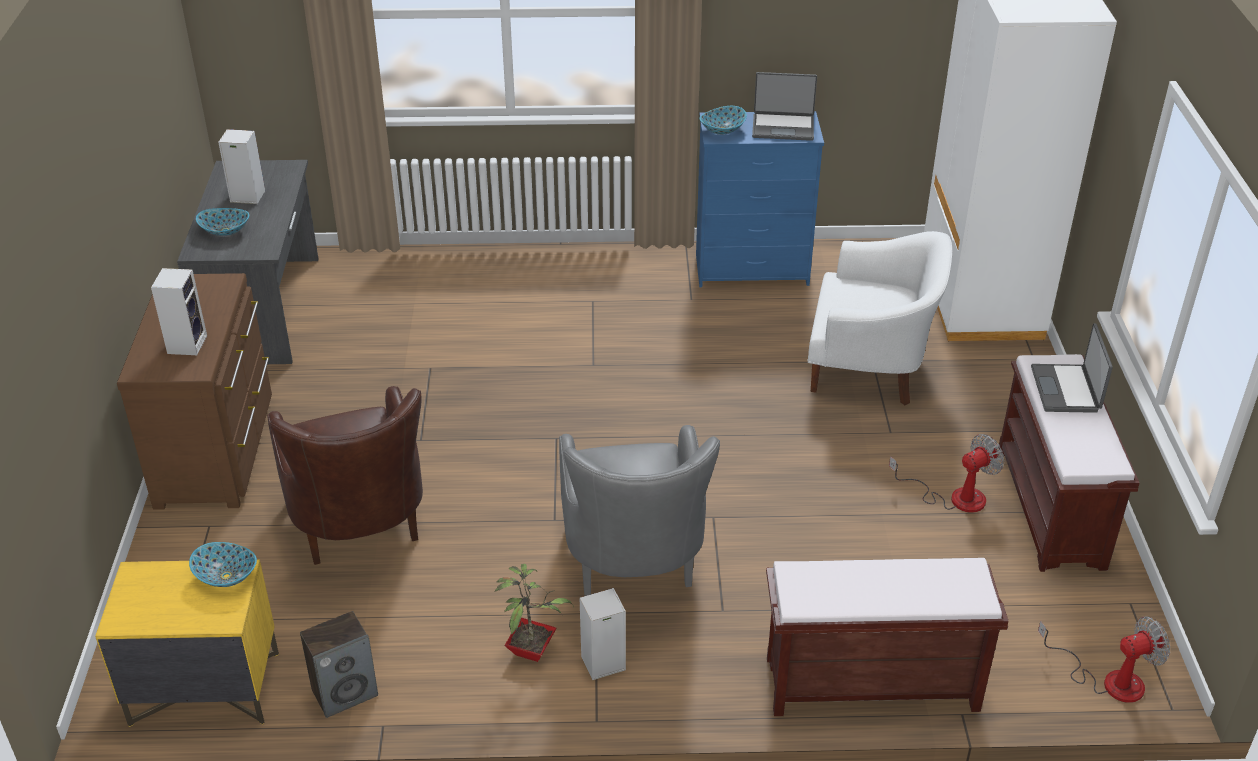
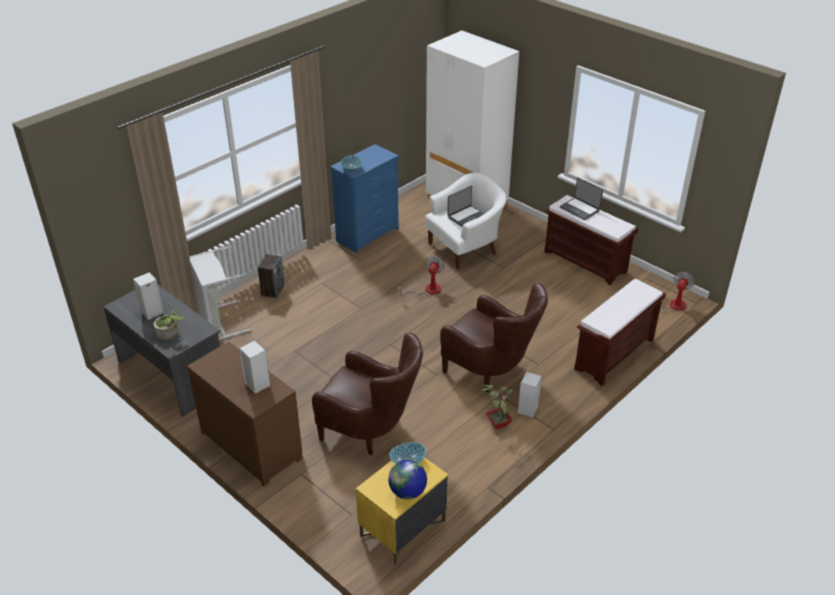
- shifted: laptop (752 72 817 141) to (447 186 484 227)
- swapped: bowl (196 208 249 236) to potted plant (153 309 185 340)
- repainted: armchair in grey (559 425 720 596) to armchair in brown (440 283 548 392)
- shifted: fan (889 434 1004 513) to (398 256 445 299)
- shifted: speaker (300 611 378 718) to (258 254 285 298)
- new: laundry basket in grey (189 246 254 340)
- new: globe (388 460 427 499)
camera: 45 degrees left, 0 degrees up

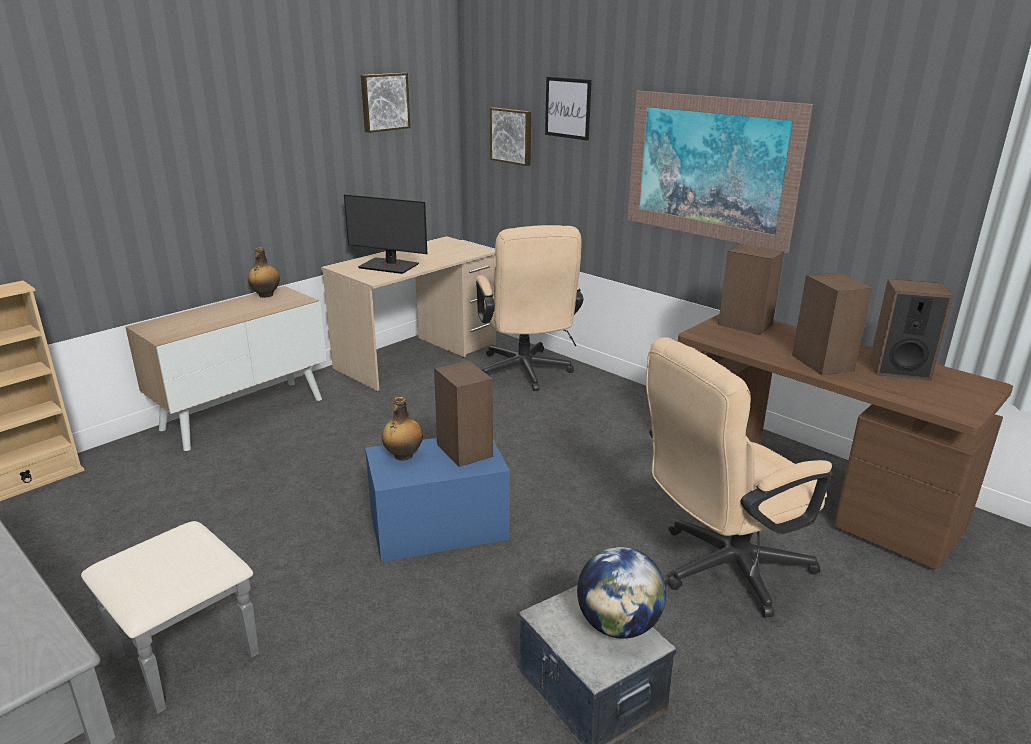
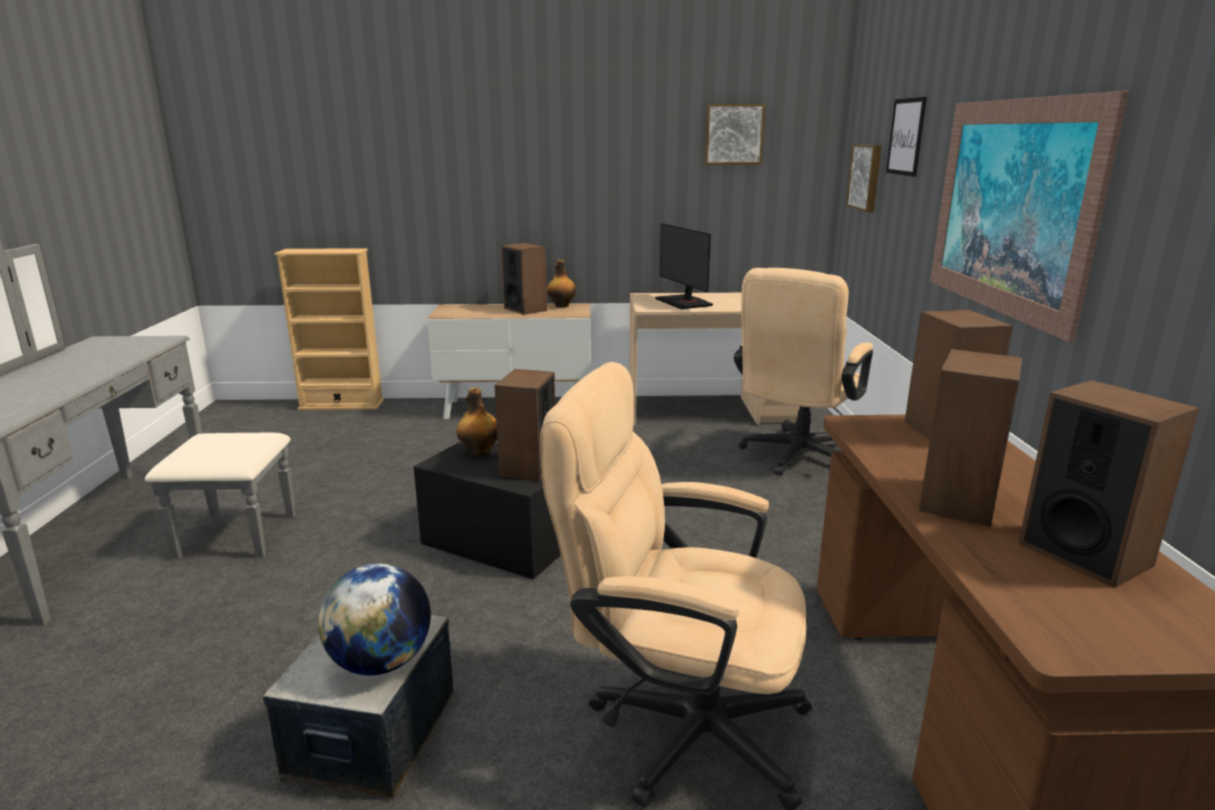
- repainted: storage box in blue (365 438 510 562) to storage box in black (414 442 561 579)
- new: speaker (501 243 547 315)
camera: 45 degrees right, 5 degrees down

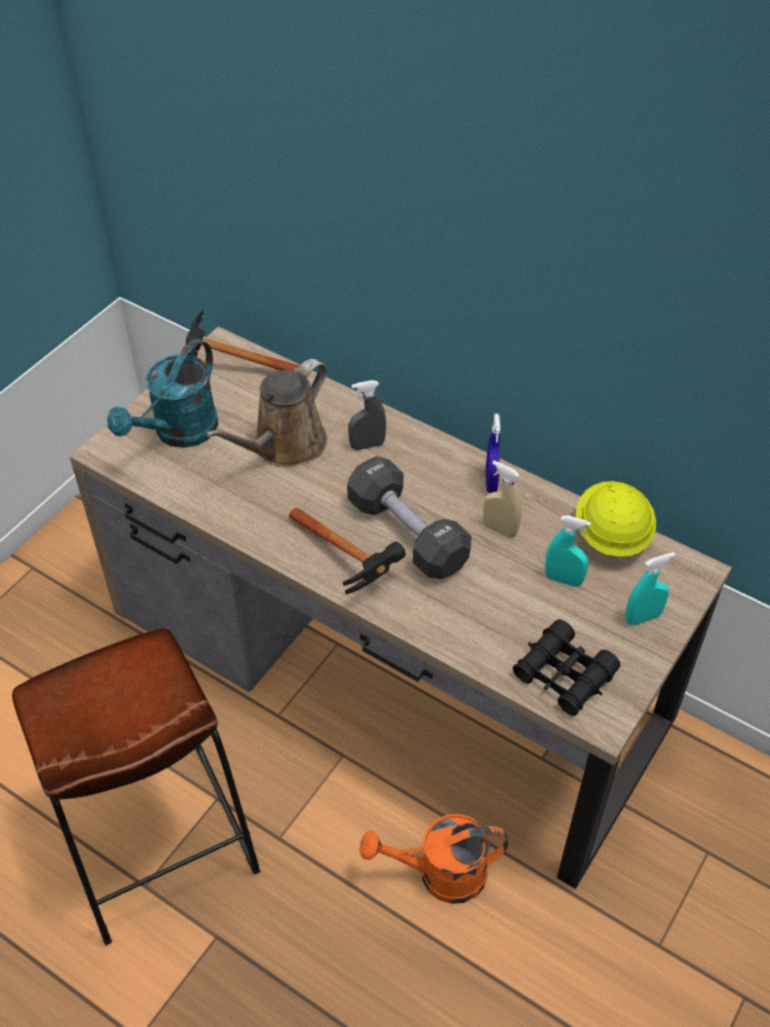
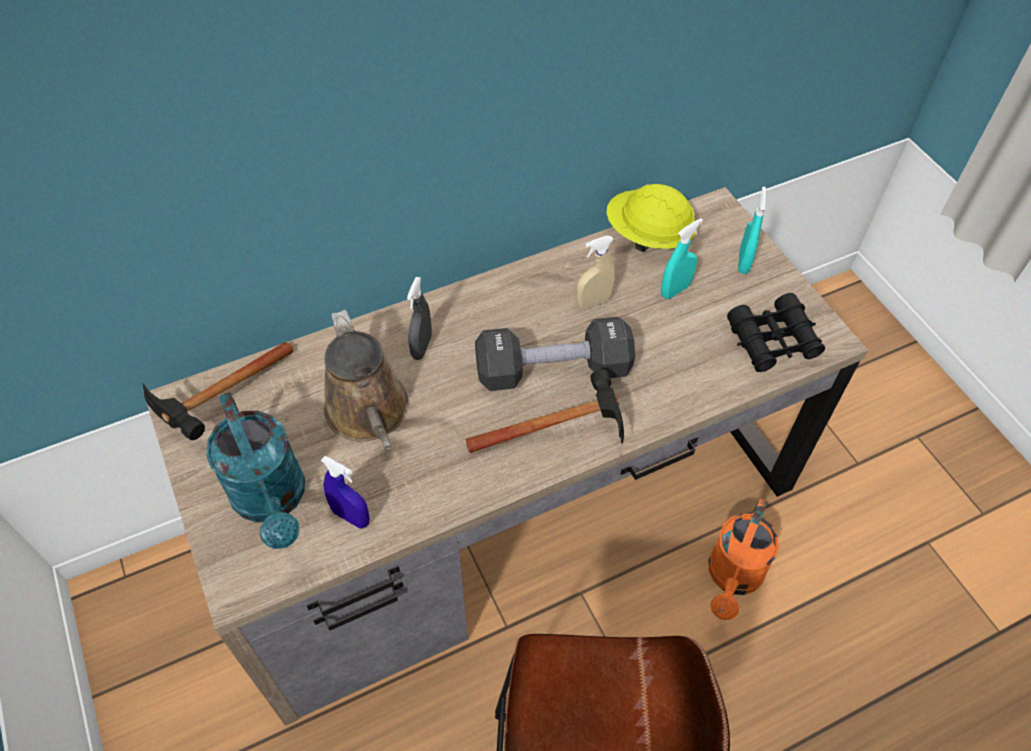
- shifted: spray bottle in blue (485 414 501 493) to (321 456 370 529)
camera: 60 degrees left, 5 degrees up

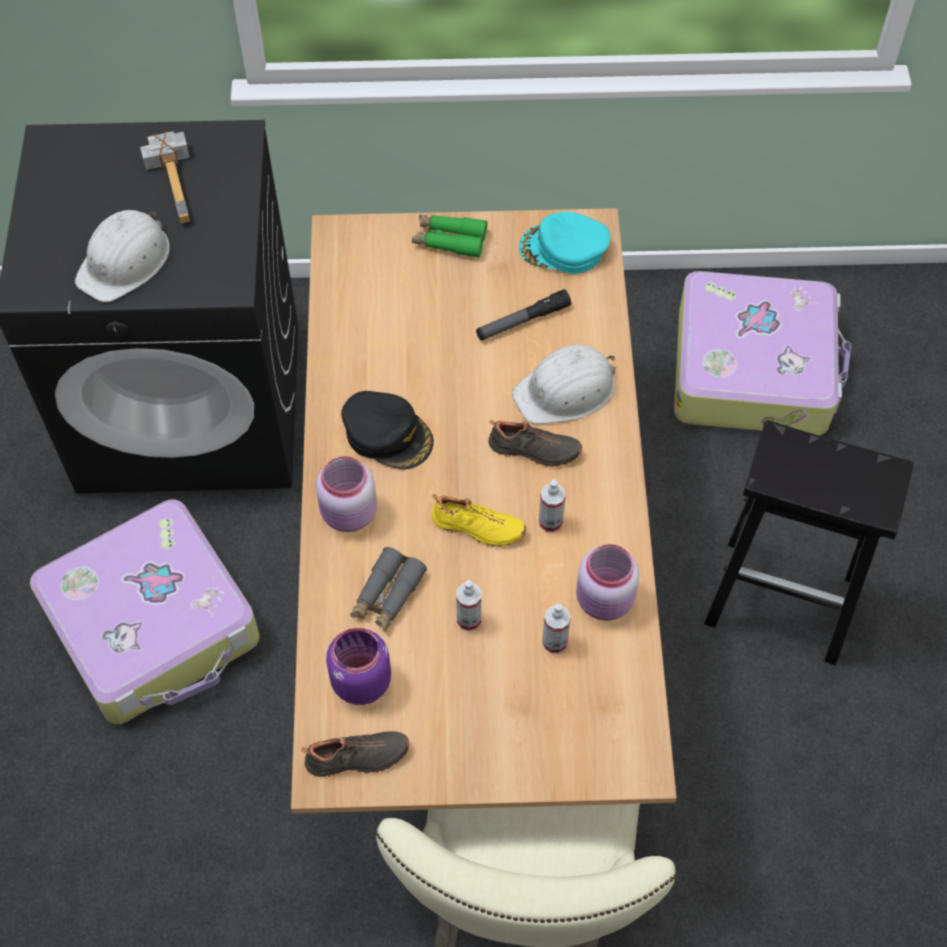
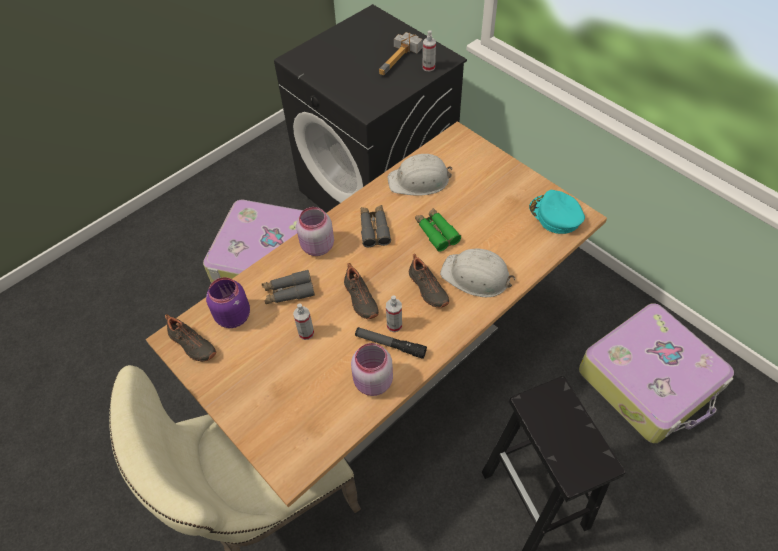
- shifted: hard hat in white (75 210 170 302) to (388 154 452 196)
- shifted: binoculars in green (412 214 487 258) to (415 208 461 251)
- shifted: flashlight (476 289 571 341) to (355 327 427 359)
- swapped: cap in black (341 391 434 470) to binoculars in grey (361 205 391 247)
- repainted: shoe in yellow (431 494 526 547) to shoe in black (344 263 379 319)
- shifted: spray bottle (542 603 571 654) to (422 30 436 71)
camera: 50 degrees right, 5 degrees down

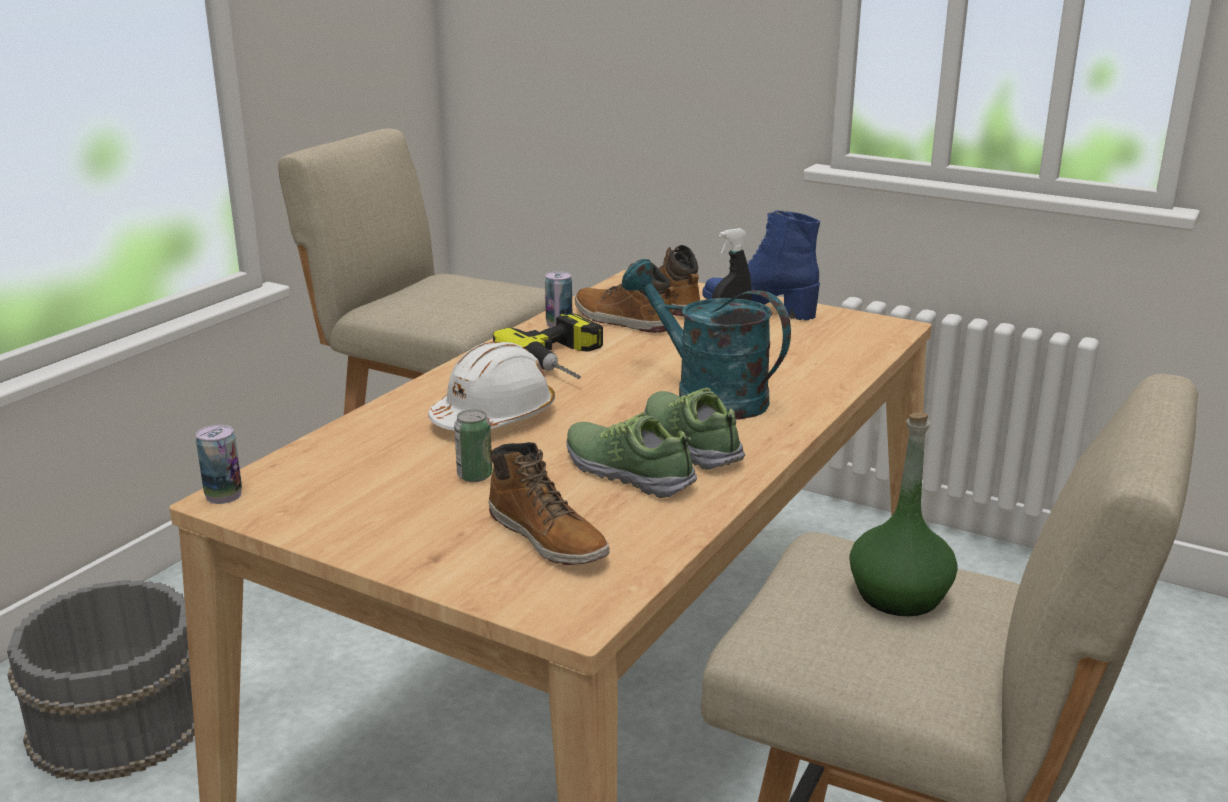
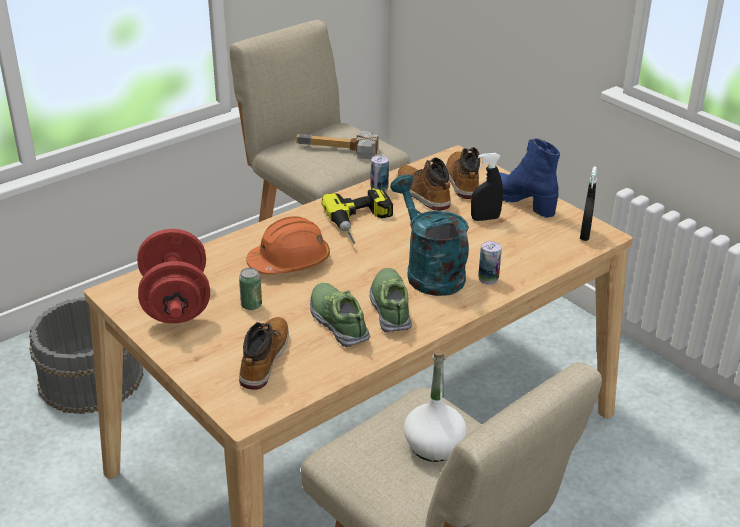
- repainted: hard hat in white (428 342 555 431) to hard hat in orange (246 216 330 274)
- repainted: bottle in green (849 412 958 616) to bottle in white (403 350 467 462)
- shifted: can (196 425 242 504) to (479 241 502 285)
- rotated: boot (489 442 610 565) = (239 317 289 390) 150 degrees counterclockwise
- new: hammer (296 131 379 159)
- new: spray bottle in black (580 166 597 241)
- new: dumbbell in red (137 229 210 323)
camera: 20 degrees right, 10 degrees up

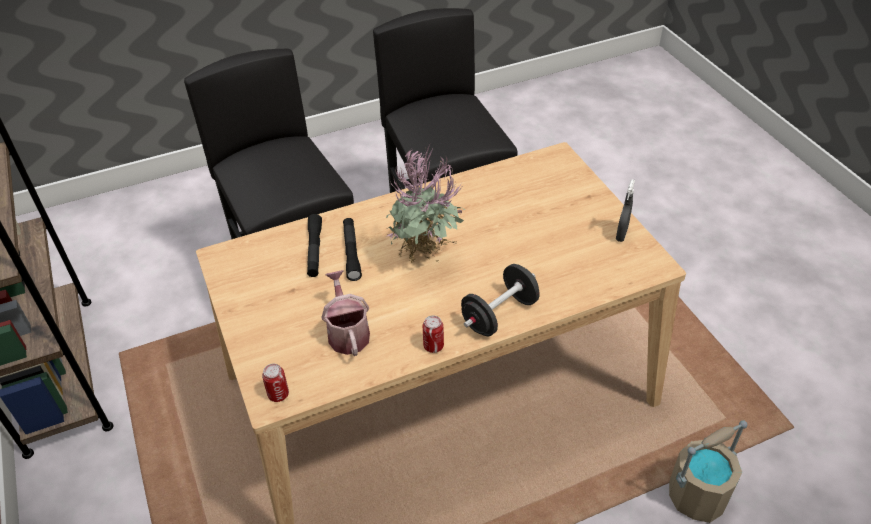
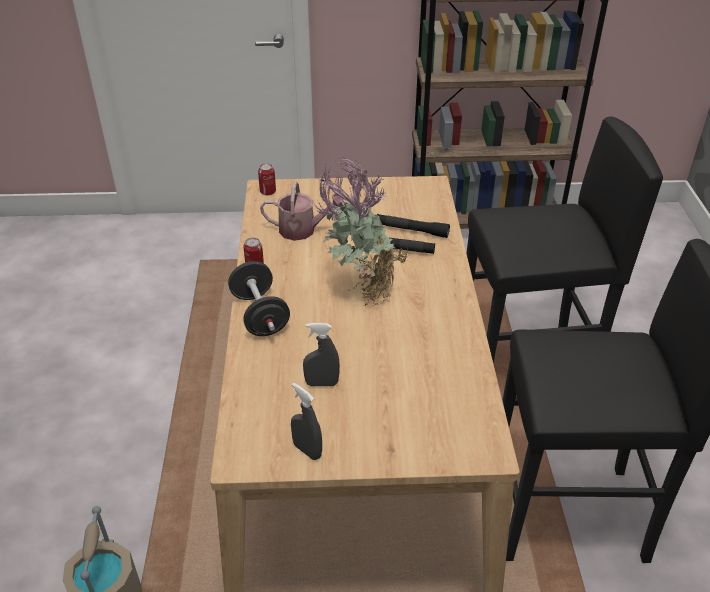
- new: spray bottle in grey (303 323 340 386)
camera: 110 degrees right, 5 degrees down

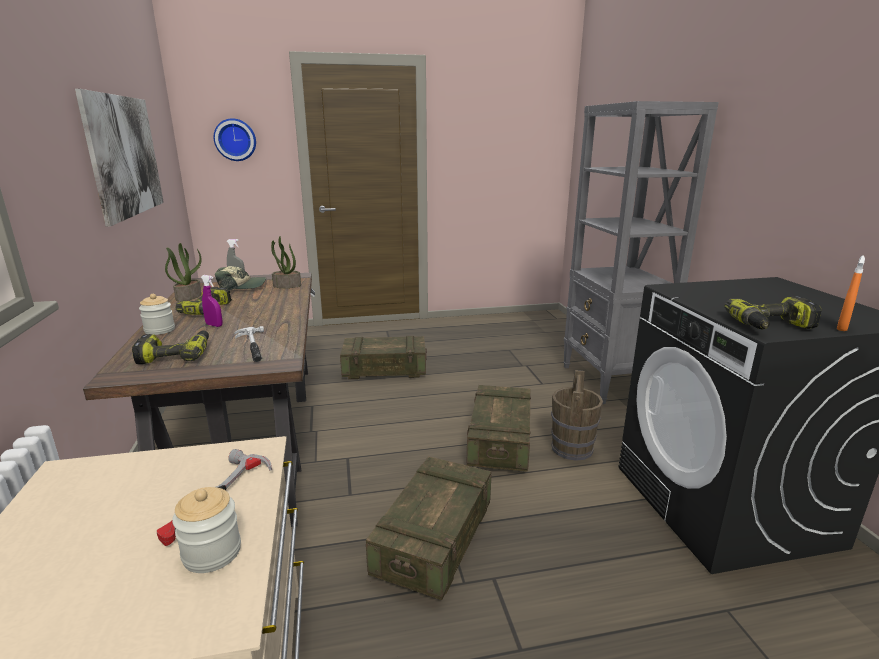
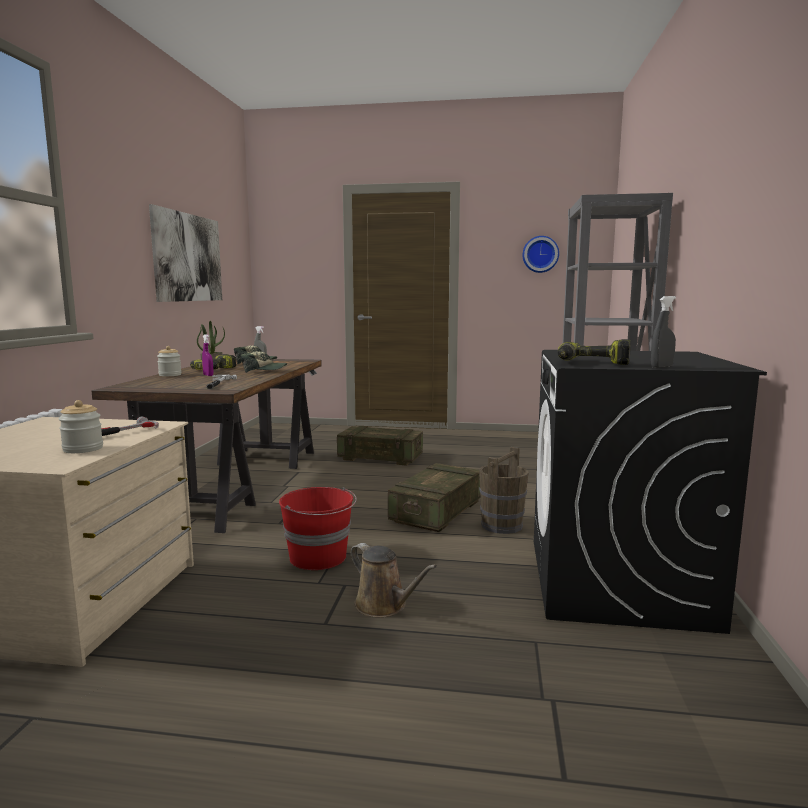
- shifted: wall clock (214 118 256 161) to (522 236 559 273)
- gone: potted plant (271 236 301 288)
- repainted: spray bottle in orange (837 256 865 331) to spray bottle in grey (651 296 676 368)
- gone: power drill (132 330 209 364)
- swapped: crate (366 456 492 600) to bucket in red (279 487 357 570)
- new: cap (241 352 287 373)
- new: watering can in brown (351 543 437 618)
camera: 20 degrees right, 10 degrees down

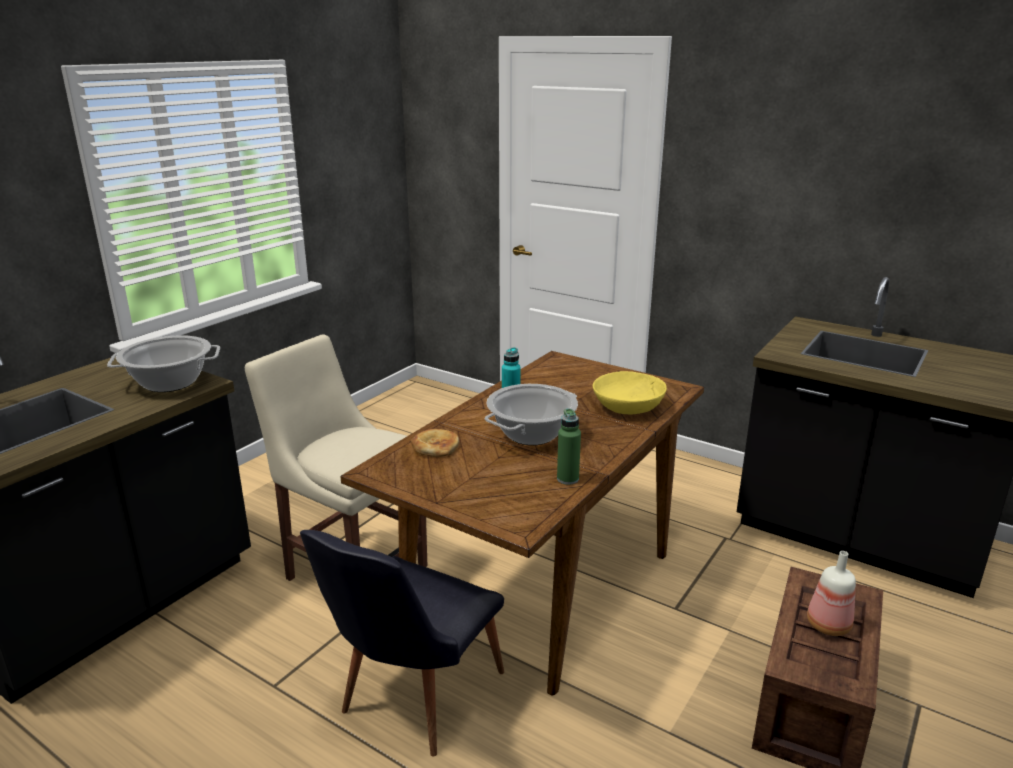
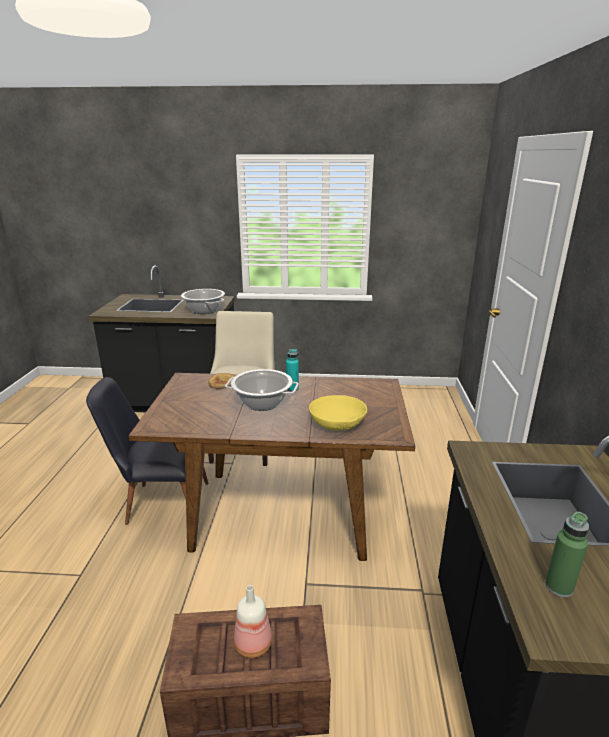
- shifted: bottle in green (557 409 581 485) to (545 512 589 597)
camera: 60 degrees right, 0 degrees up

